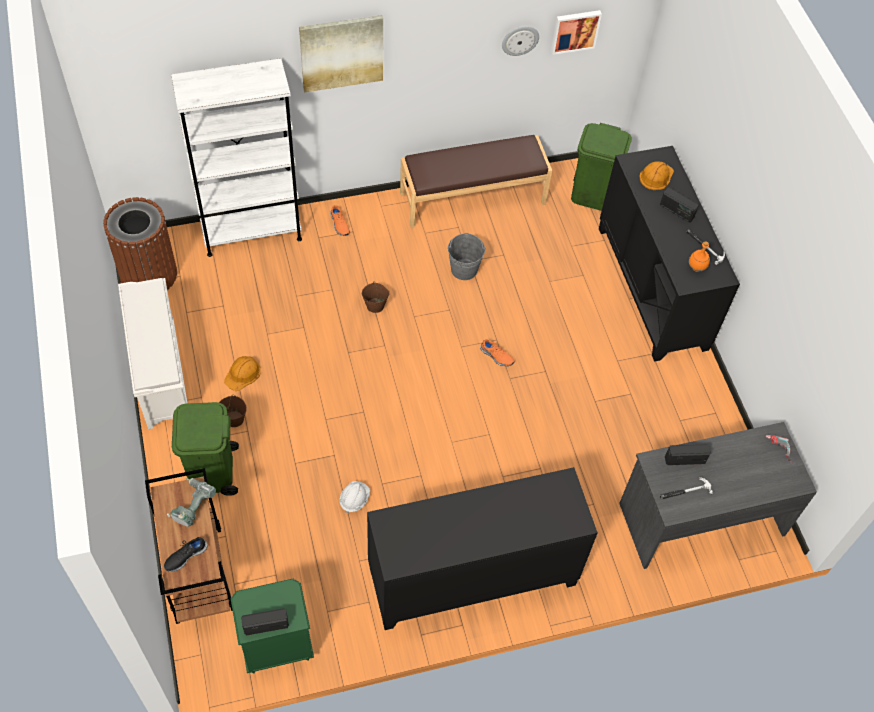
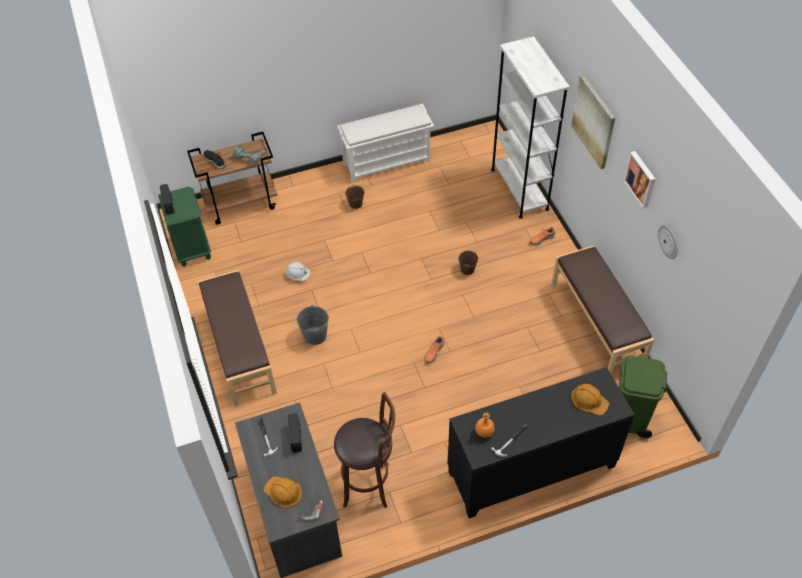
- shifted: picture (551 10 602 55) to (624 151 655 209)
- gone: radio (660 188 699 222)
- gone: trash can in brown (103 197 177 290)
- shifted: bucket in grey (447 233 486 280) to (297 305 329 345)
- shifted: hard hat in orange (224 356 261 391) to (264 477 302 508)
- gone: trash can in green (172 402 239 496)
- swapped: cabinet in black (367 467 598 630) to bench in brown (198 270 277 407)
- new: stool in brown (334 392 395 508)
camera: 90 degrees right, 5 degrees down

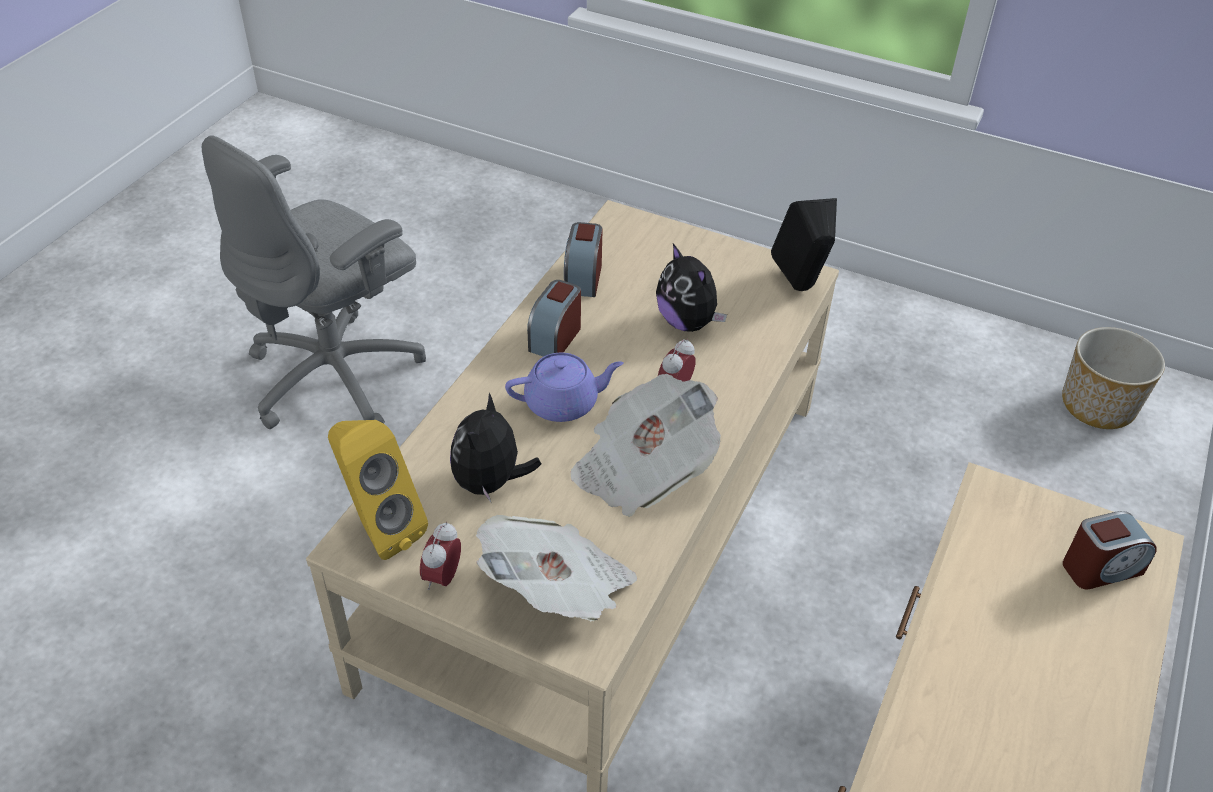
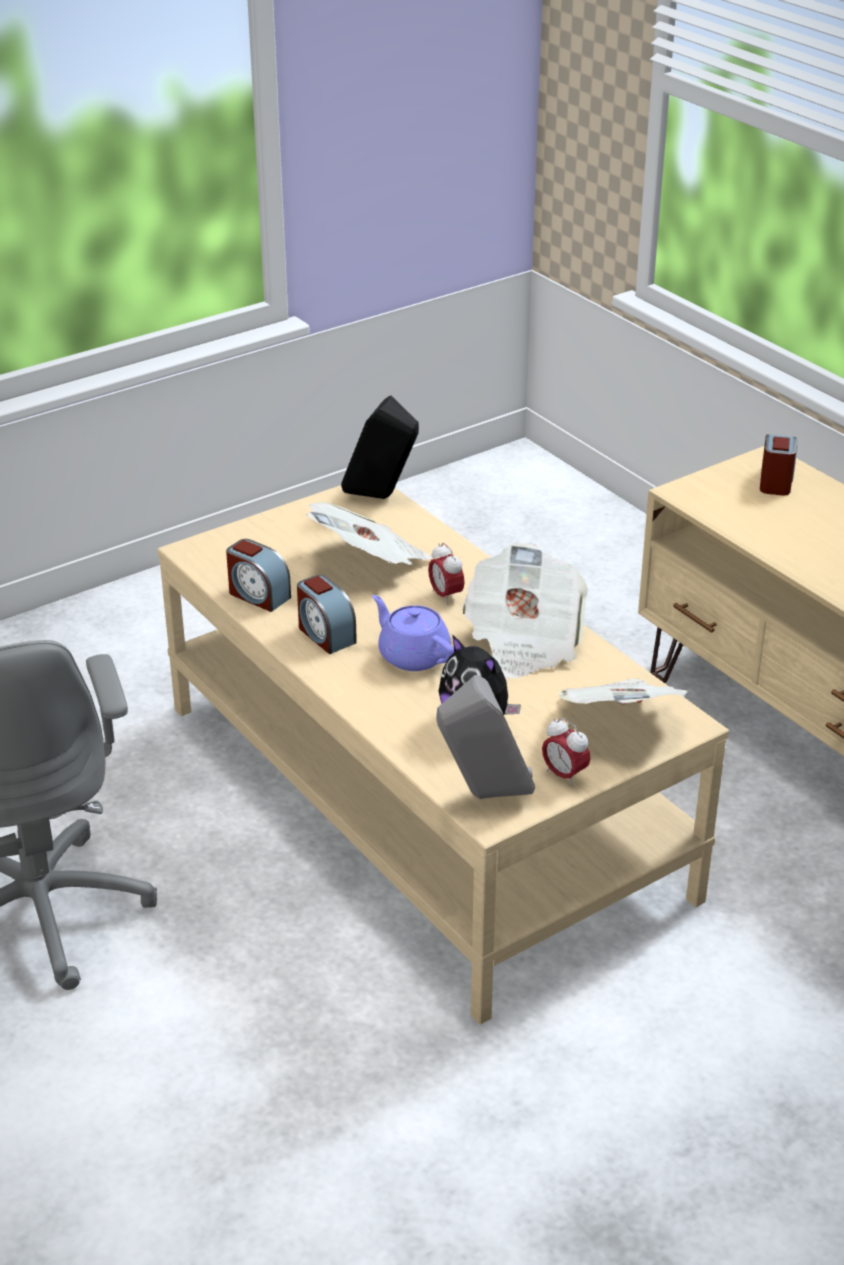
- swapped: plush toy (656 244 727 332) to newspaper (306 502 433 565)
- gone: planter (1062 327 1165 429)
- rotated: teapot in purple (505 353 624 422) = (372 595 454 671) 60 degrees counterclockwise
- repainted: speaker in yellow (328 420 428 560) to speaker in grey (436 675 535 799)
camera: 60 degrees left, 10 degrees down

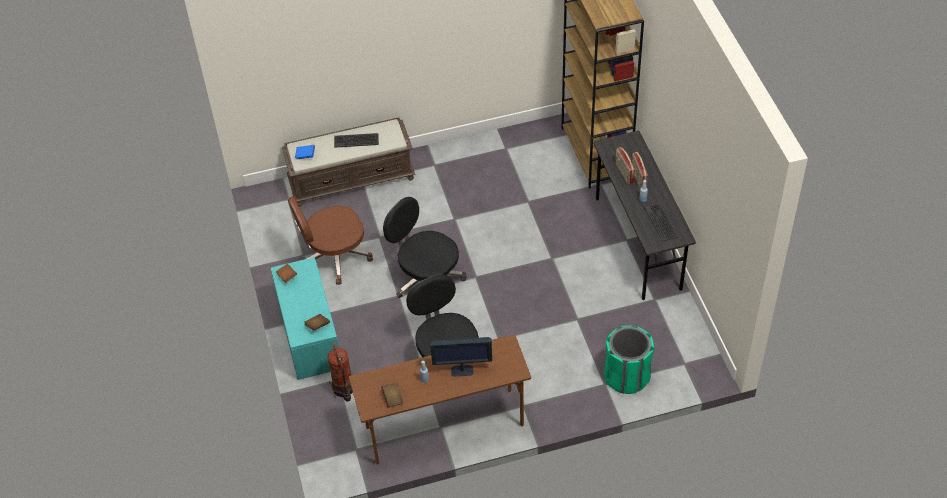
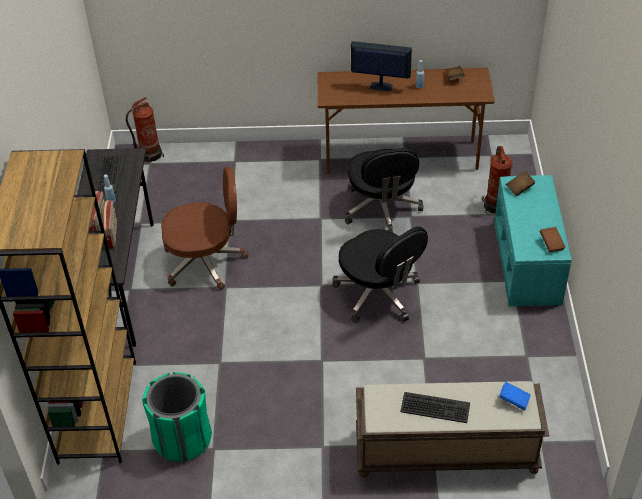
- shifted: office chair in brown (288 196 373 285) to (161 167 248 290)
- shifted: trash can in green (604 325 654 394) to (142 372 212 462)
- new: fire extinguisher (126 97 164 163)
camera: 165 degrees left, 5 degrees down

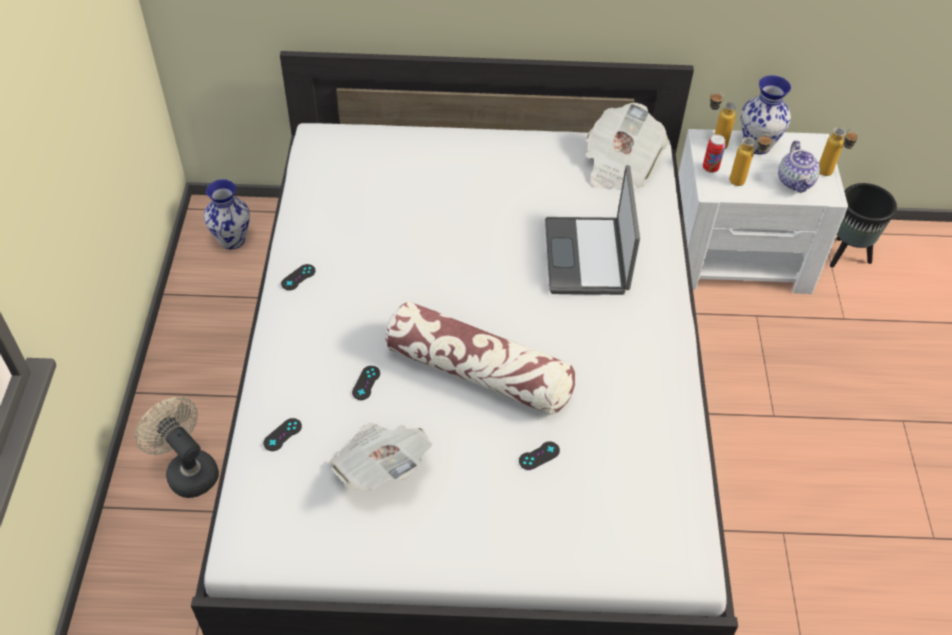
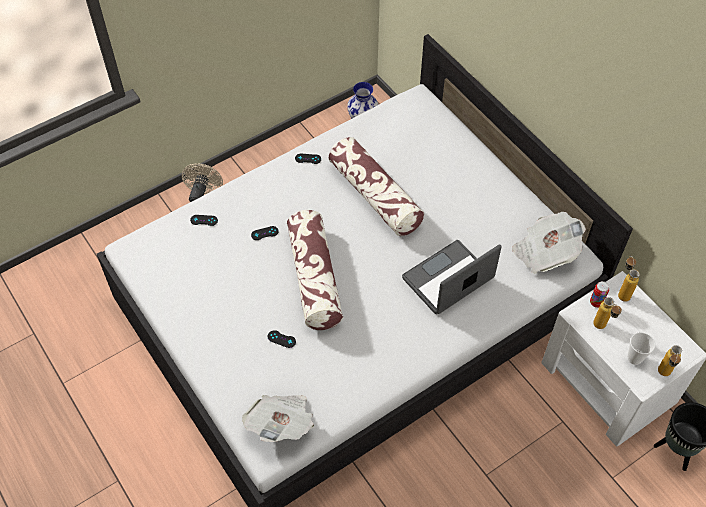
- gone: vase (741 75 791 155)
- swapped: teapot (778 141 820 193) to cup (628 332 655 365)
- shifted: newspaper (329 423 432 491) to (242 395 314 442)
- new: pillow (329 137 424 236)
camera: 55 degrees right, 5 degrees up

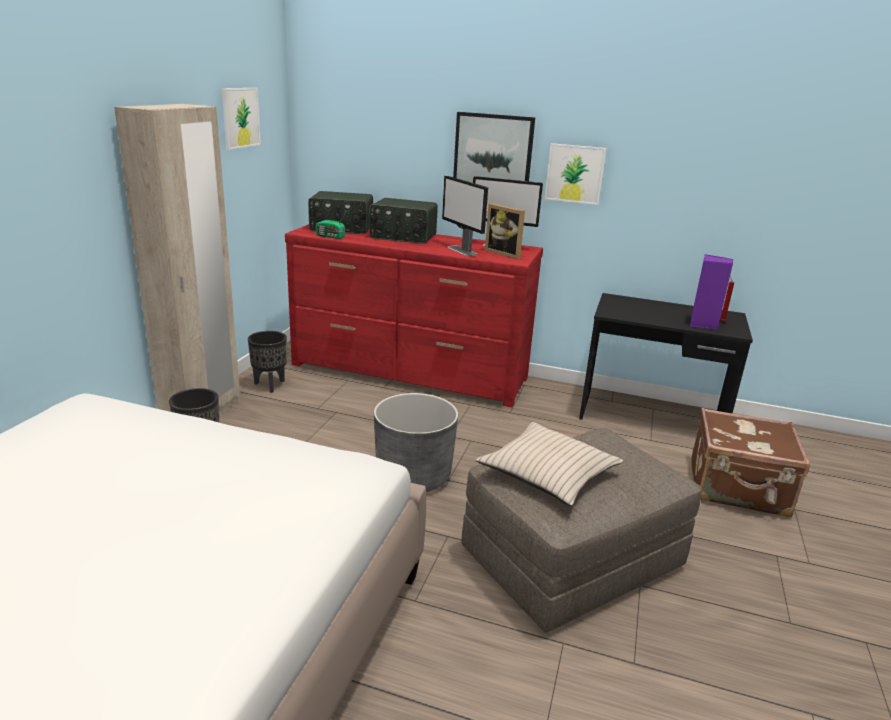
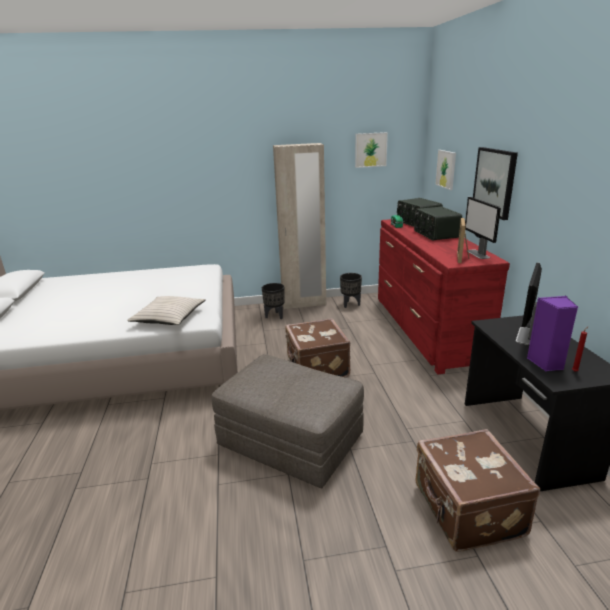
- shifted: picture (544 143 607 205) to (435 150 456 190)
- shifted: monitor (442 176 488 256) to (516 262 542 345)
- swapped: planter in grey (374 393 458 492) to suitcase in brown (285 318 350 377)
- shifted: pillow in beige (476 422 623 506) to (127 296 206 325)
camera: 65 degrees right, 0 degrees up

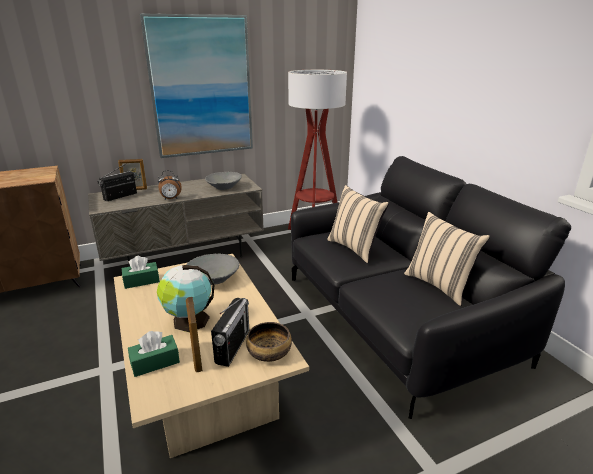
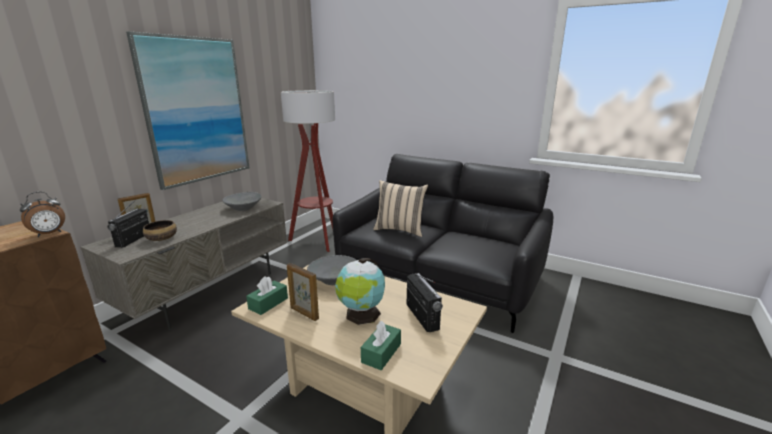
- shifted: alarm clock (158 170 182 199) to (20 192 65 237)
- gone: pillow in beige (404 212 490 306)
- shifted: picture frame (186 297 202 372) to (287 263 319 321)
- shifted: bowl (246 322 292 362) to (143 220 177 241)
camera: 35 degrees left, 5 degrees down

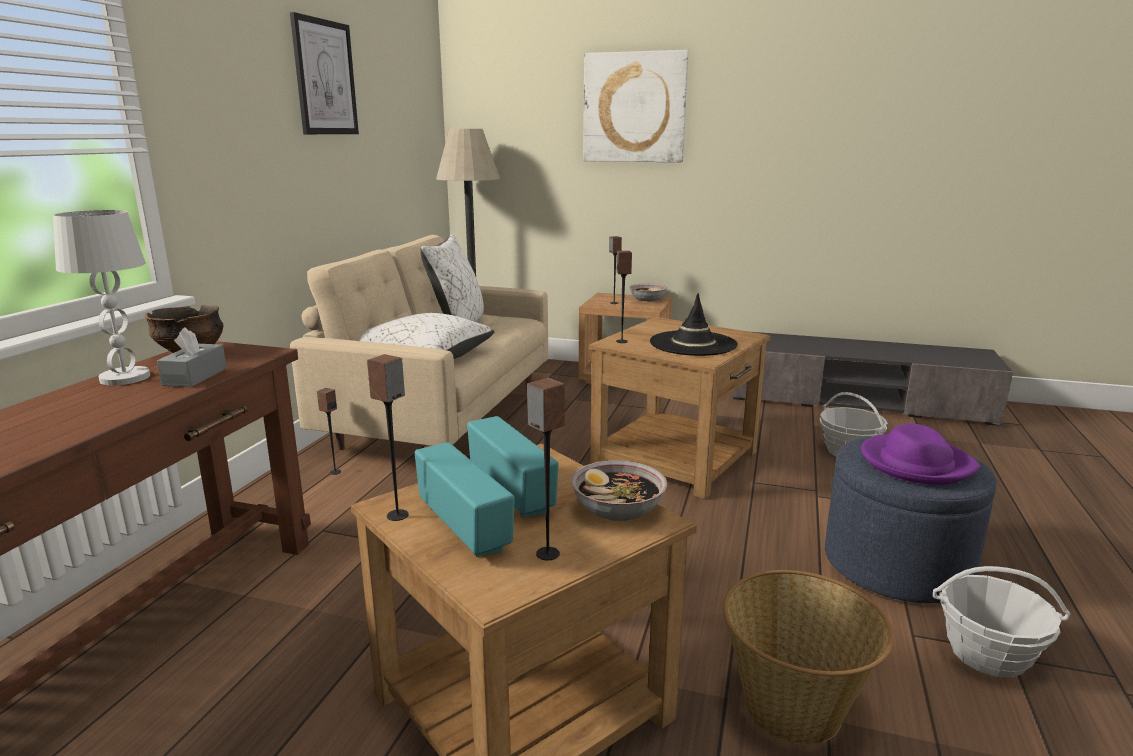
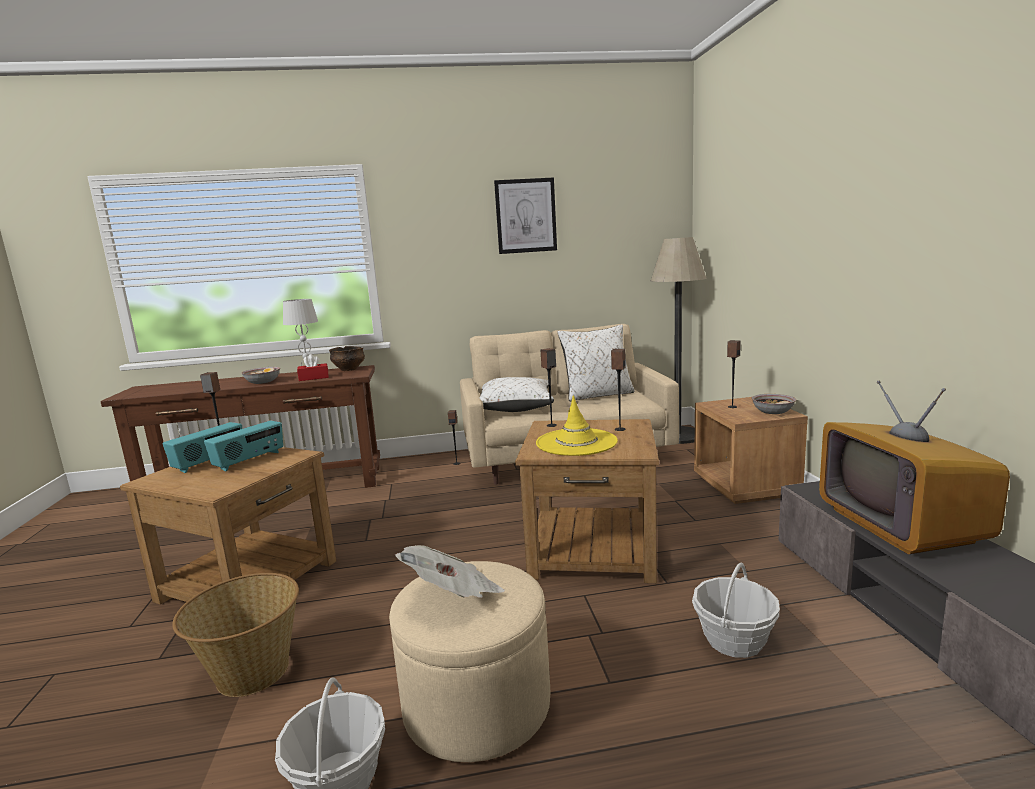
- gone: picture (583 50 689 162)
- repainted: hat in black (650 293 738 356) to hat in yellow (536 395 618 456)
- repainted: tissue box in grey (157 327 227 387) to tissue box in red (297 354 329 381)
- shifted: speaker (527 378 565 560) to (611 349 626 431)
- swapped: hat in purple (861 423 980 485) to newspaper (395 545 505 598)
- repainted: ottoman in blue (825 437 997 603) to ottoman in beige (389 561 551 762)
- shifted: bowl (571 460 667 521) to (241 367 280 384)
- new: television (819 381 1010 554)
camera: 65 degrees right, 5 degrees down

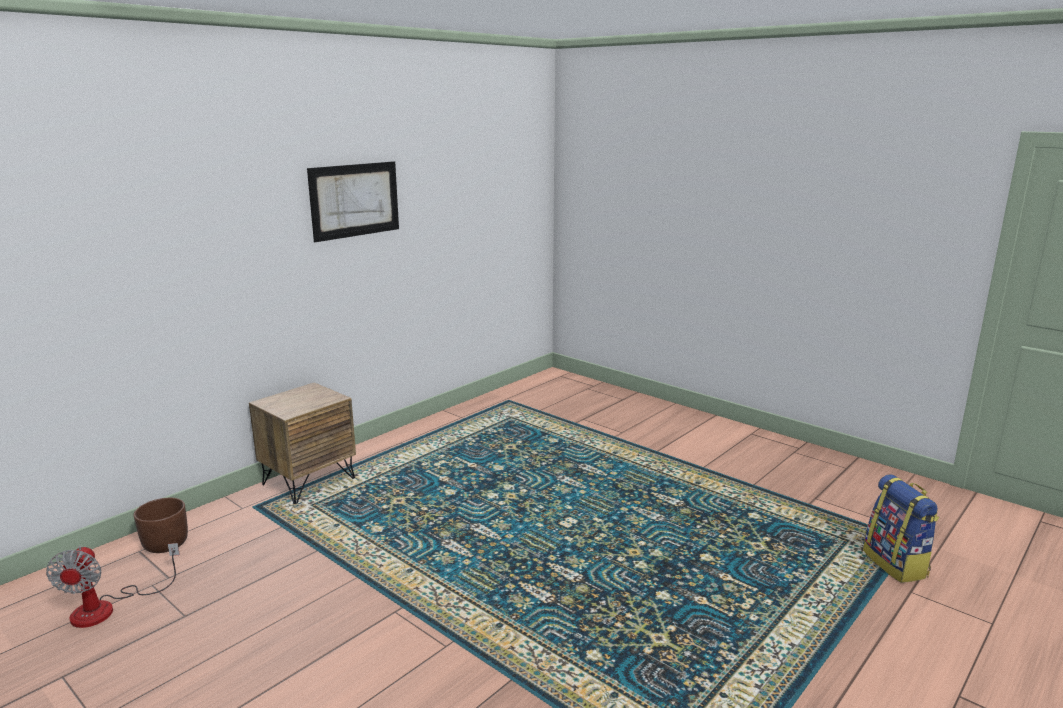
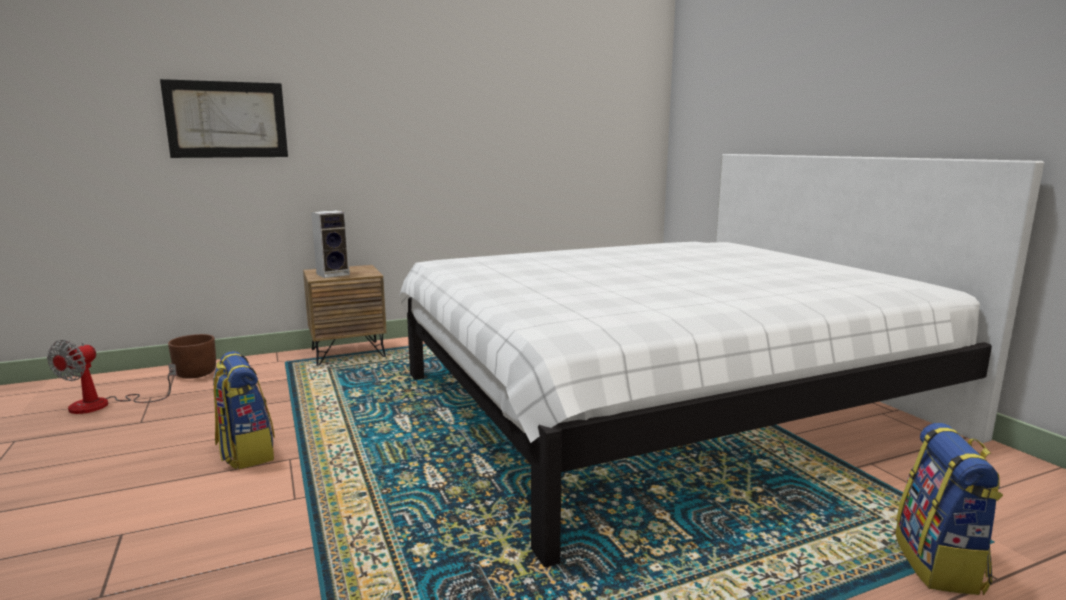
- shifted: picture (307 161 399 242) to (160 79 288 158)
- new: bed in white (399 154 1044 568)
- new: speaker (311 210 350 278)
- new: backpack (213 351 275 470)
camera: 25 degrees right, 5 degrees down

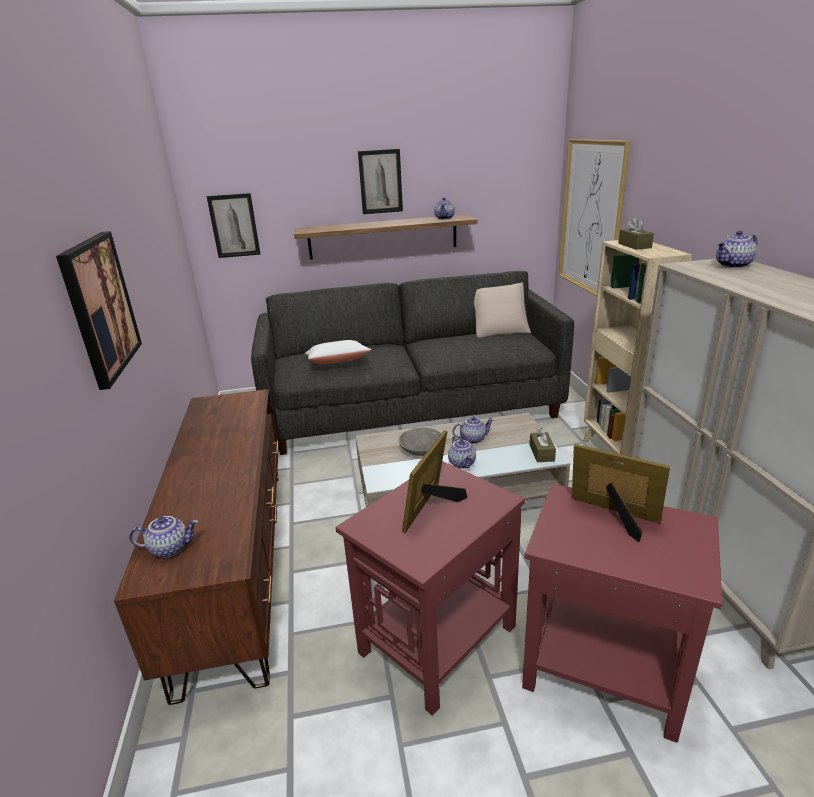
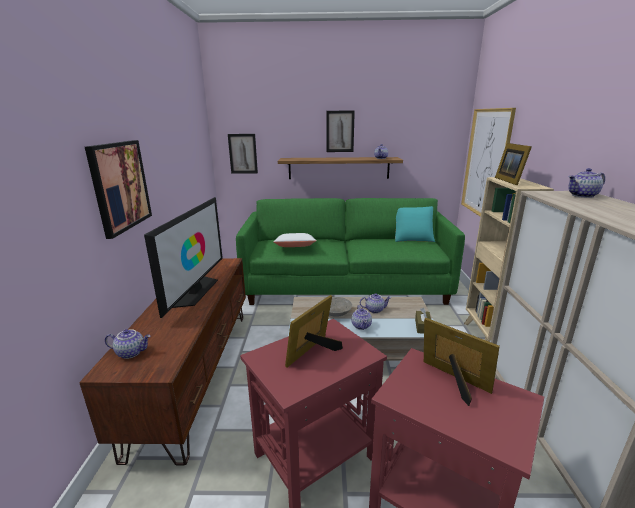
- swapped: tissue box in brown (618 217 654 250) to picture frame (495 143 532 185)
- repainted: sofa in grey (251 271 574 455) to sofa in green (236 198 465 305)
- repainted: pillow in beige (474 282 531 338) to pillow in turquoise (395 206 435 242)
- new: television (144 197 223 318)
camera: 10 degrees right, 5 degrees down

